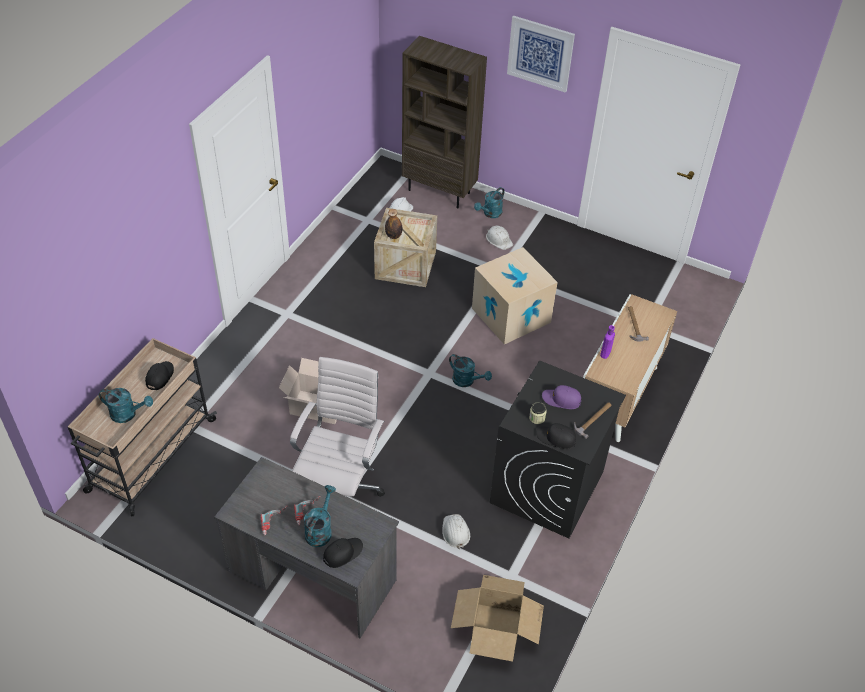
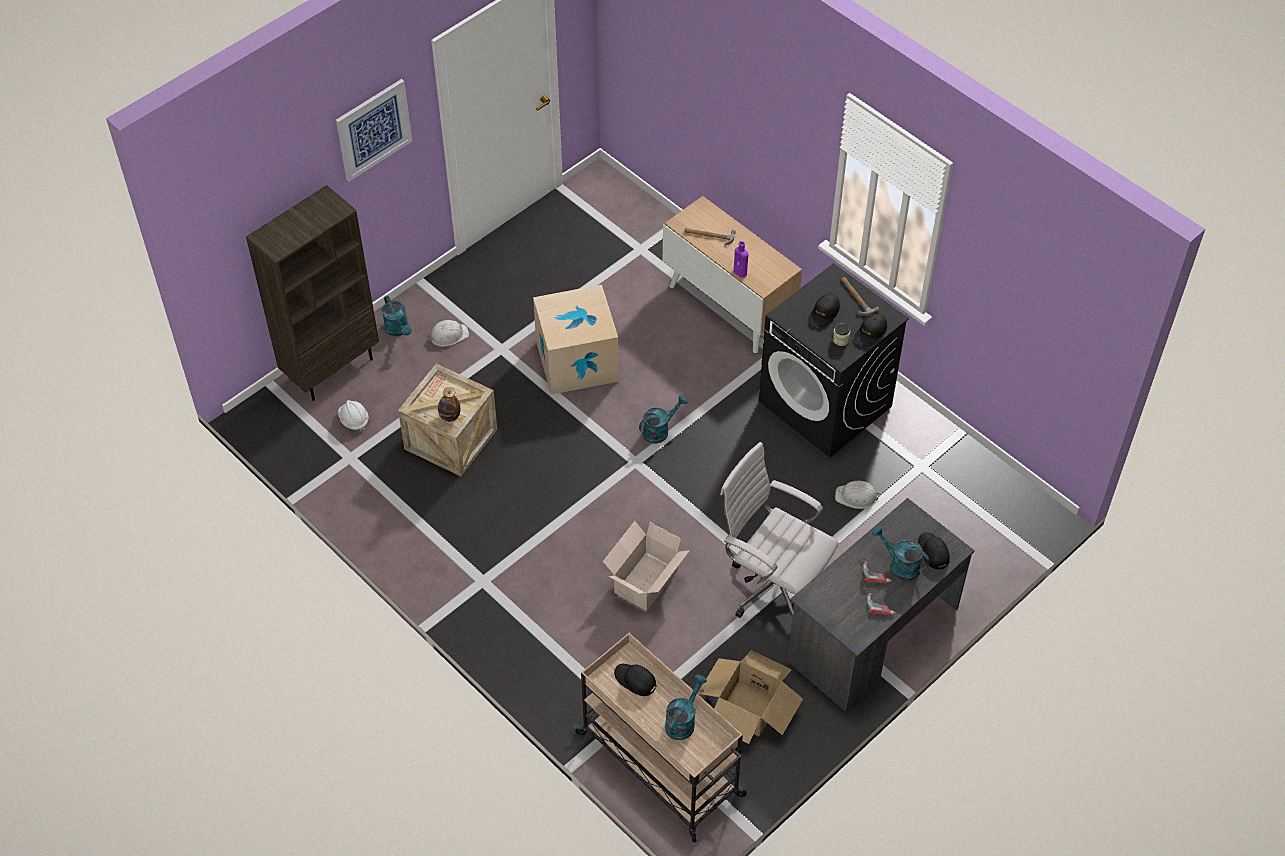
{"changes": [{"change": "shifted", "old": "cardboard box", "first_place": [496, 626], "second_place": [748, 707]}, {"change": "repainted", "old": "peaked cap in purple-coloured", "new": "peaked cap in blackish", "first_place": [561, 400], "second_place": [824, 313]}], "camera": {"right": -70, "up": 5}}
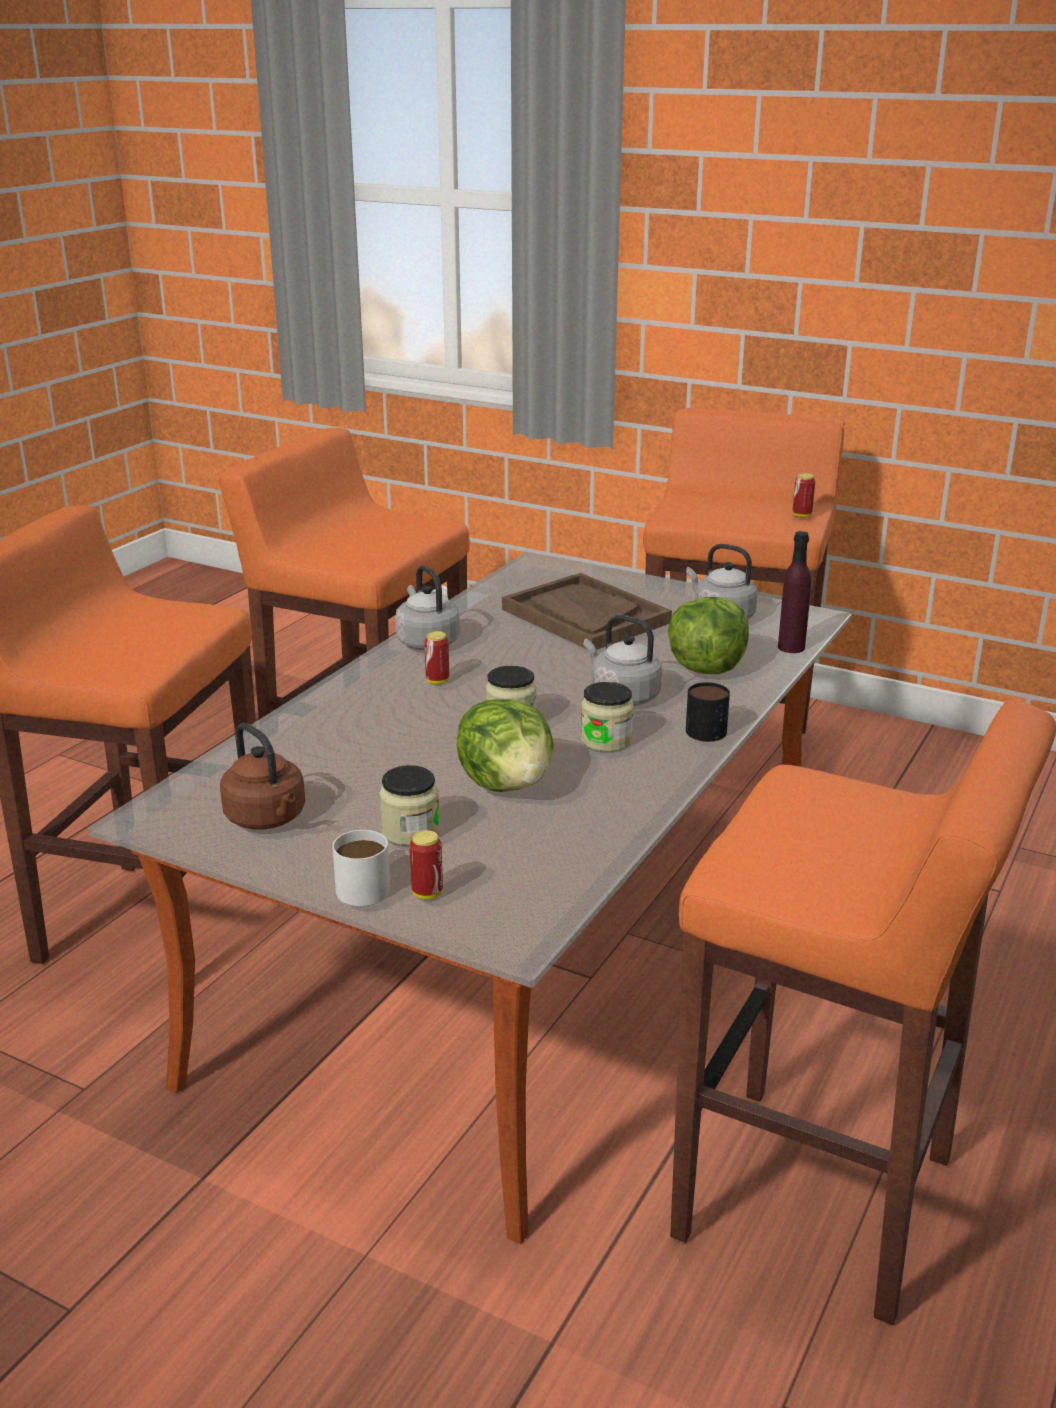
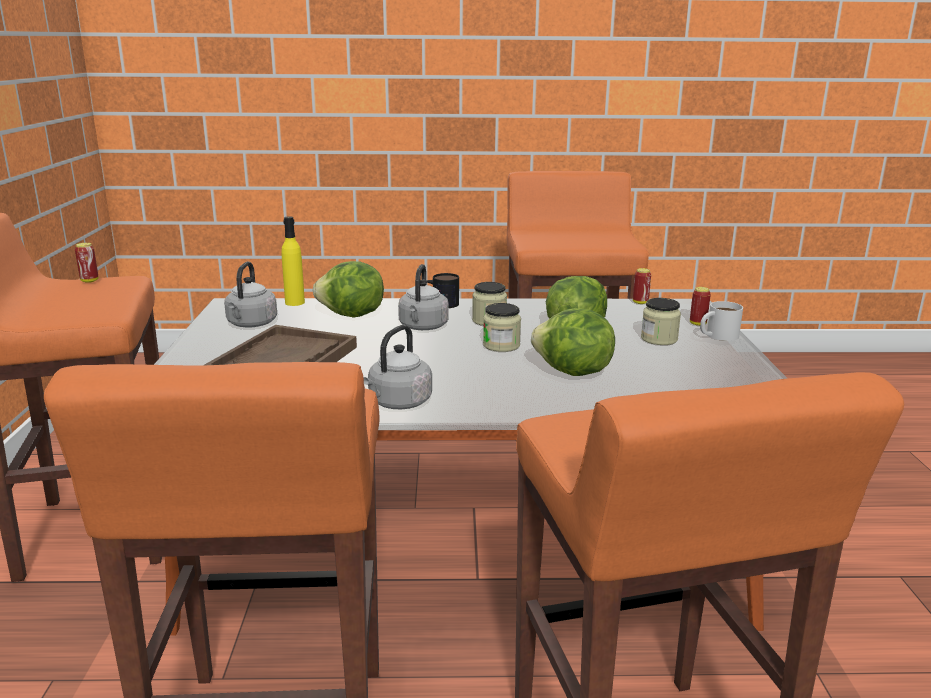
{"changes": [{"change": "gone", "old": "kettle in brown", "first_place": [268, 819]}, {"change": "new", "new": "lettuce", "second_place": [572, 373]}, {"change": "shifted", "old": "sealed can", "first_place": [437, 681], "second_place": [640, 302]}, {"change": "repainted", "old": "beverage bottle in purple-coloured", "new": "beverage bottle in yellow-coloured", "first_place": [791, 647], "second_place": [295, 302]}], "camera": {"right": -120, "up": -5}}
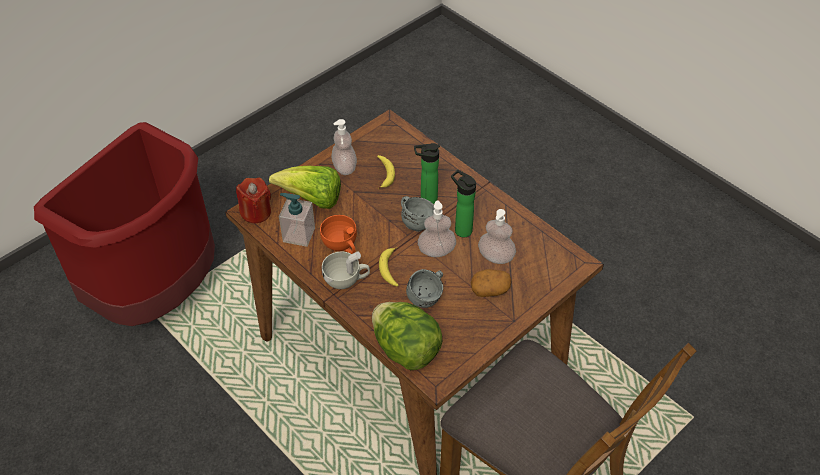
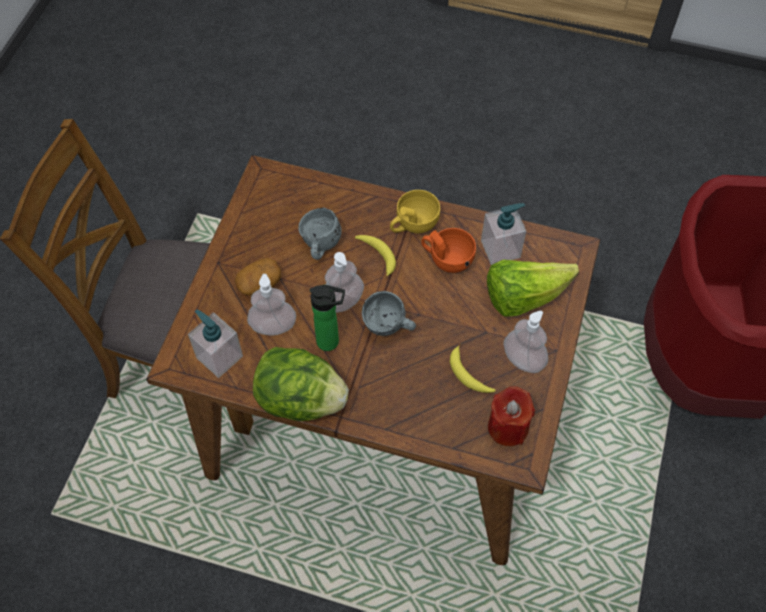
{"changes": [{"change": "gone", "old": "beverage bottle", "first_place": [426, 199]}, {"change": "new", "new": "soap bottle", "second_place": [219, 357]}, {"change": "shifted", "old": "wax candle in reddish", "first_place": [256, 212], "second_place": [507, 427]}, {"change": "shifted", "old": "lettuce", "first_place": [406, 349], "second_place": [300, 399]}, {"change": "repainted", "old": "cup in white", "new": "cup in yellow-coloured", "first_place": [346, 280], "second_place": [413, 225]}], "camera": {"right": 150, "up": 10}}
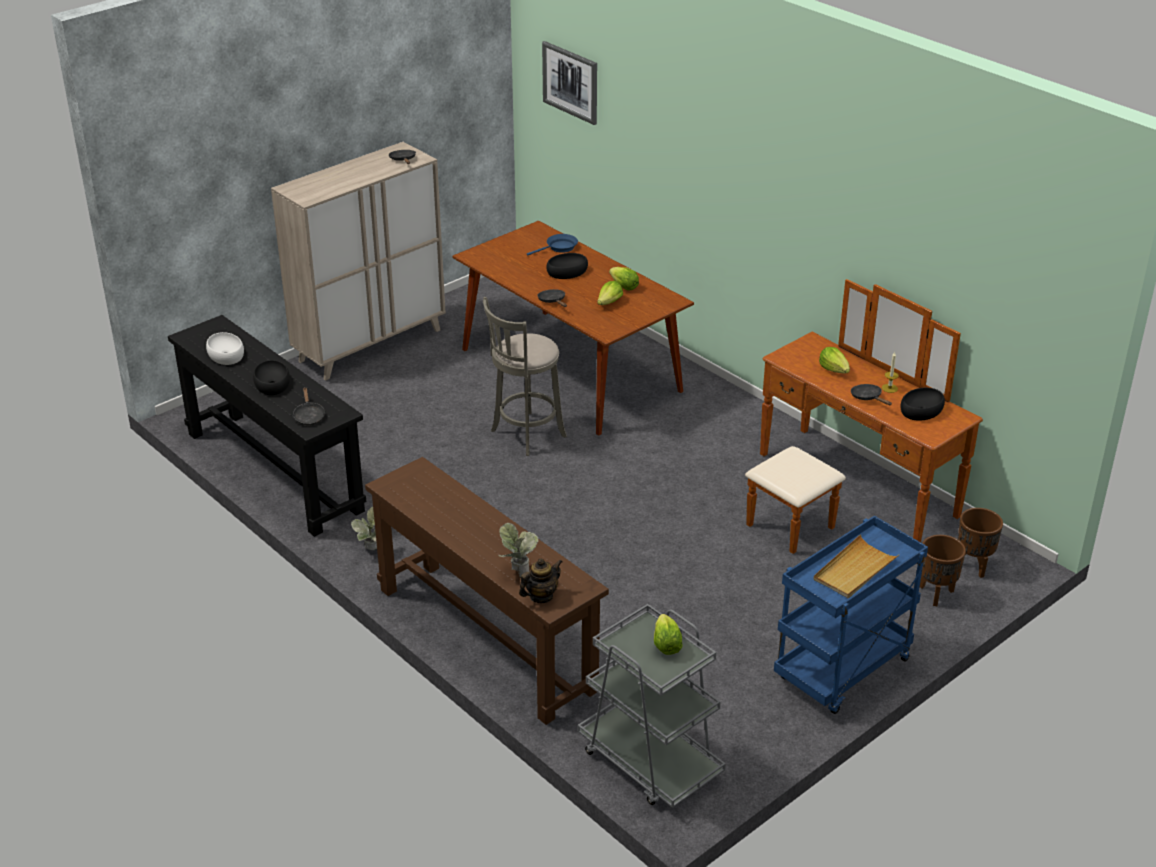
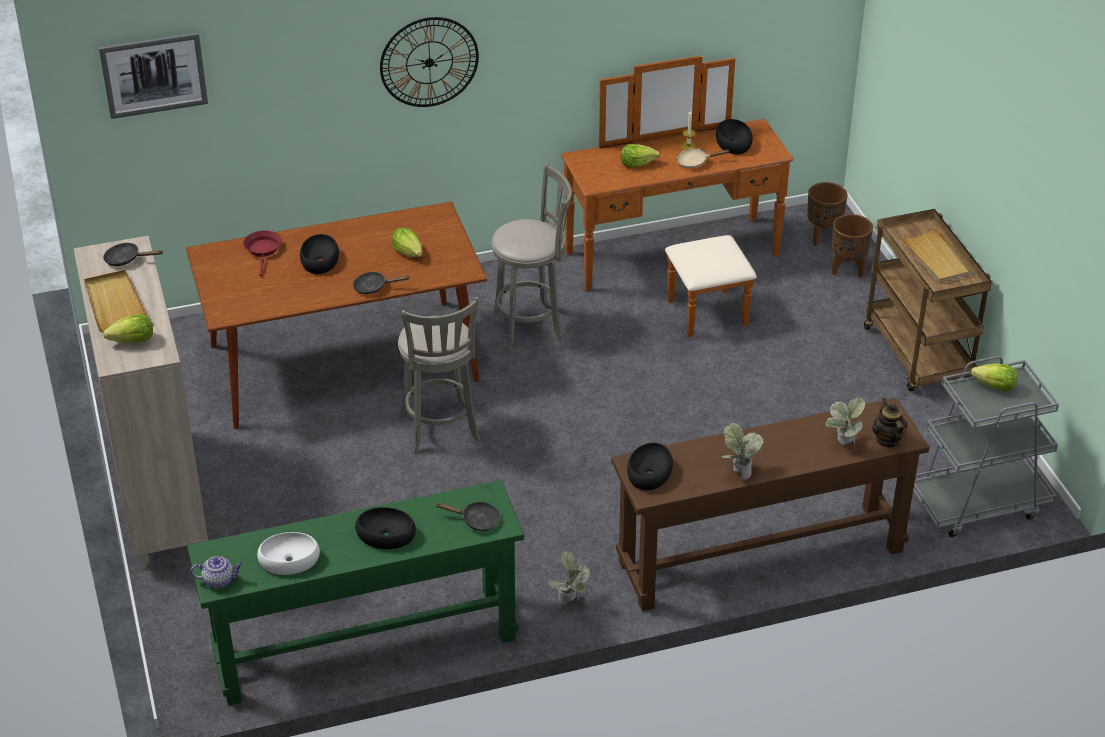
{"changes": [{"change": "new", "new": "serving tray in beige", "second_place": [115, 304]}, {"change": "new", "new": "teapot", "second_place": [219, 580]}, {"change": "new", "new": "clock on the wall", "second_place": [429, 62]}, {"change": "new", "new": "stool seat in grey", "second_place": [532, 326]}, {"change": "new", "new": "deep dish in blackish", "second_place": [649, 472]}, {"change": "new", "new": "houseplant", "second_place": [738, 472]}, {"change": "shifted", "old": "lettuce", "first_place": [624, 287], "second_place": [133, 341]}, {"change": "repainted", "old": "narrow table in blackish", "new": "narrow table in green-coloured", "first_place": [274, 471], "second_place": [365, 645]}, {"change": "repainted", "old": "frying pan in blue", "new": "frying pan in reddish", "first_place": [559, 248], "second_place": [263, 250]}, {"change": "repainted", "old": "trolley in blue", "new": "trolley in brown", "first_place": [842, 672], "second_place": [919, 356]}, {"change": "repainted", "old": "frying pan in blackish", "new": "frying pan in beige", "first_place": [868, 398], "second_place": [695, 162]}], "camera": {"right": -65, "up": 5}}
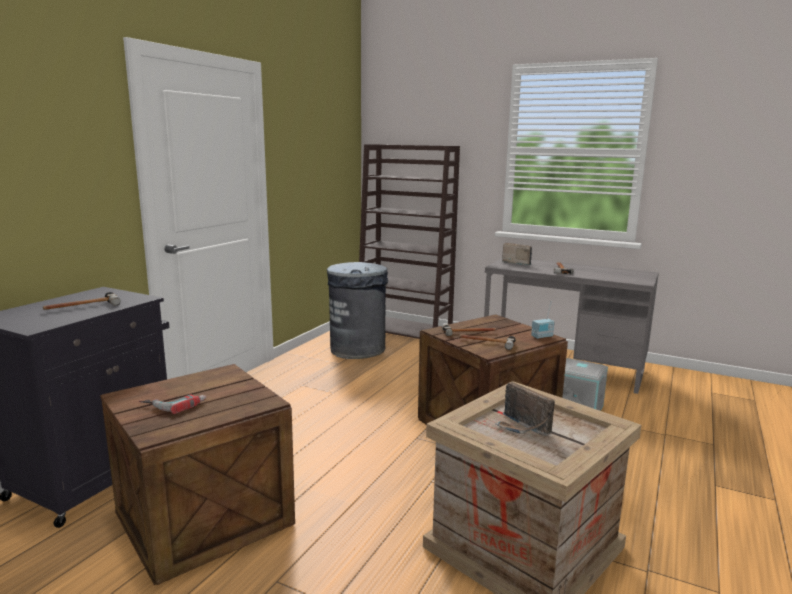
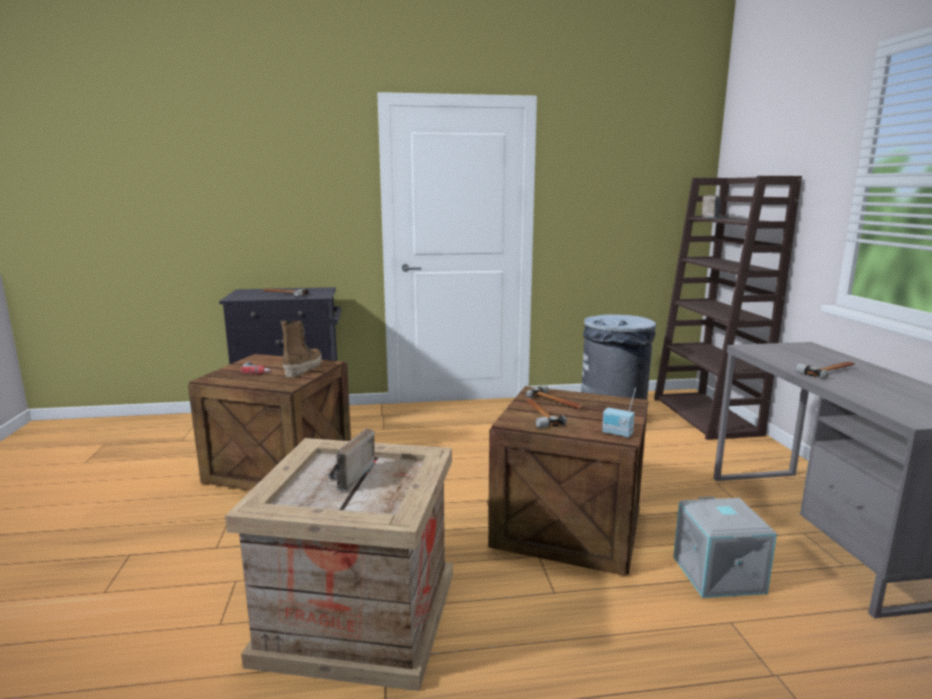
{"changes": [{"change": "new", "new": "high-top boot", "second_place": [303, 369]}, {"change": "shifted", "old": "radio set", "first_place": [517, 263], "second_place": [714, 218]}], "camera": {"right": 55, "up": 0}}
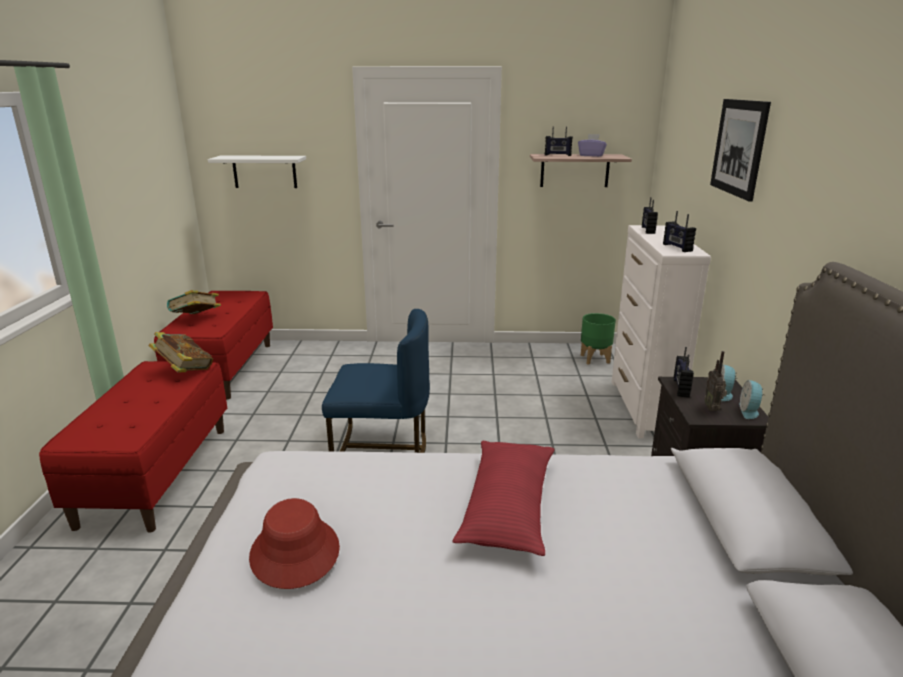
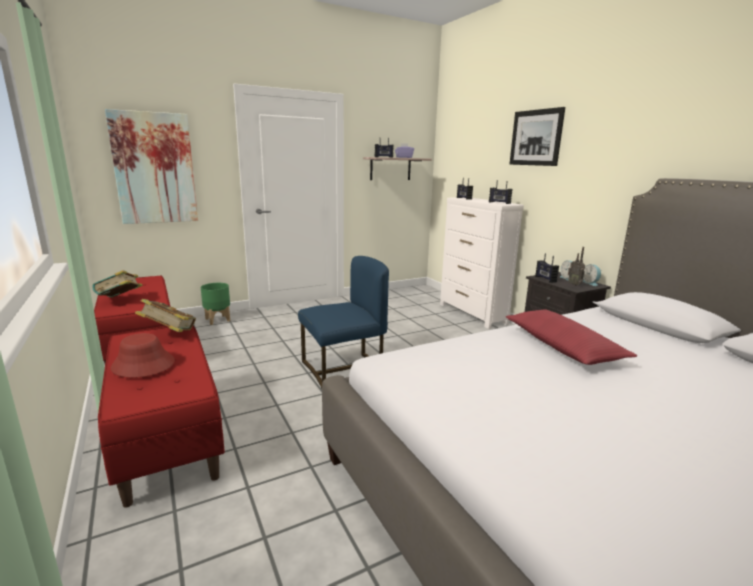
{"changes": [{"change": "shifted", "old": "clothing hat in reddish", "first_place": [294, 552], "second_place": [143, 365]}, {"change": "shifted", "old": "planter in green-coloured", "first_place": [595, 359], "second_place": [218, 320]}, {"change": "swapped", "old": "bracket shelf in white", "new": "wall picture", "first_place": [264, 171], "second_place": [154, 168]}], "camera": {"right": -30, "up": -5}}
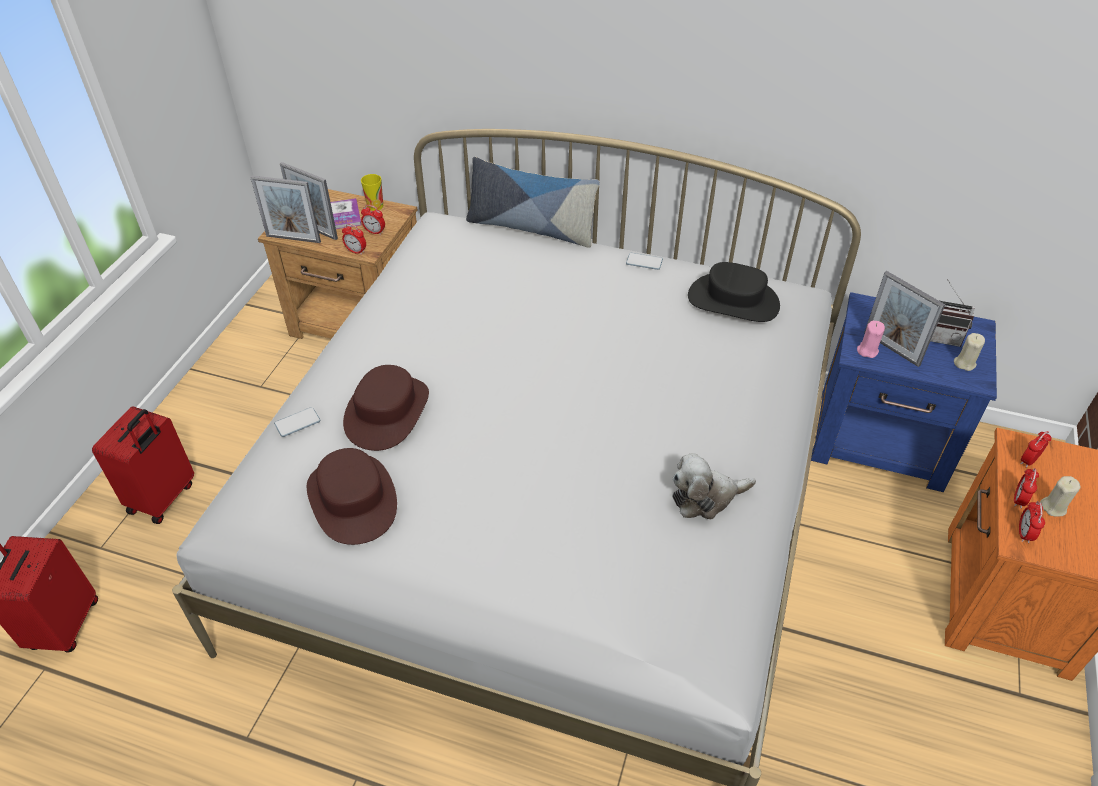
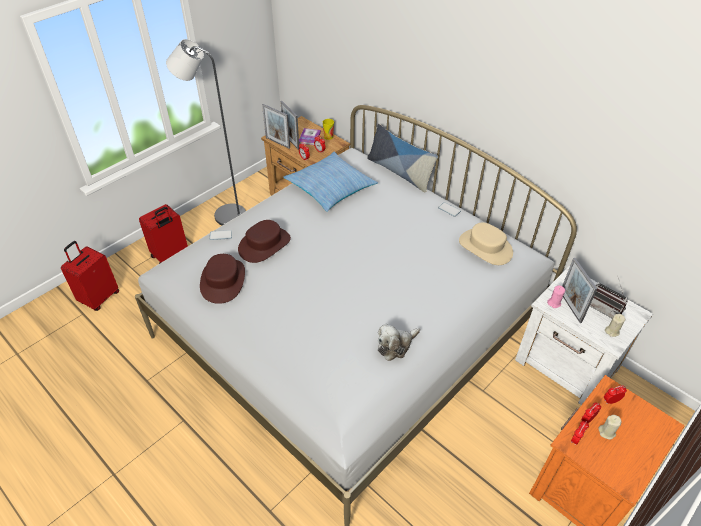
{"changes": [{"change": "new", "new": "floor lamp in grey", "second_place": [224, 215]}, {"change": "new", "new": "pillow", "second_place": [330, 187]}, {"change": "repainted", "old": "clothing hat in blackish", "new": "clothing hat in beige", "first_place": [733, 300], "second_place": [485, 247]}, {"change": "repainted", "old": "nightstand in blue", "new": "nightstand in white", "first_place": [881, 441], "second_place": [567, 365]}, {"change": "rotated", "old": "soft toy", "first_place": [706, 497], "second_place": [396, 346], "degrees": -45}], "camera": {"right": 25, "up": 0}}
